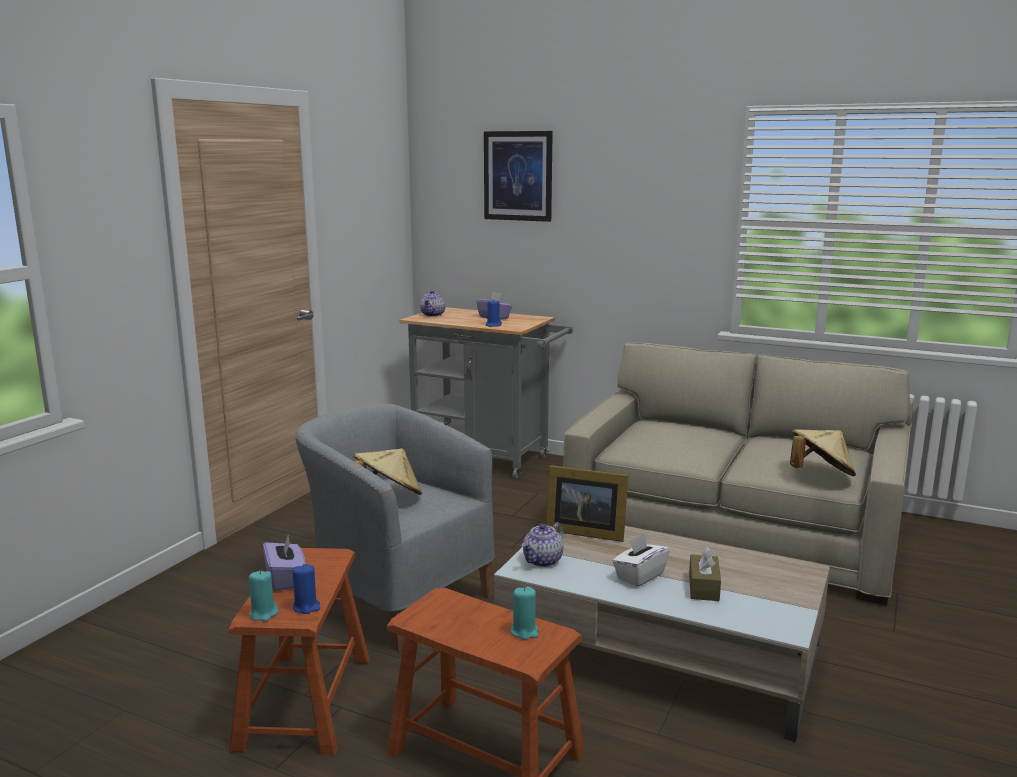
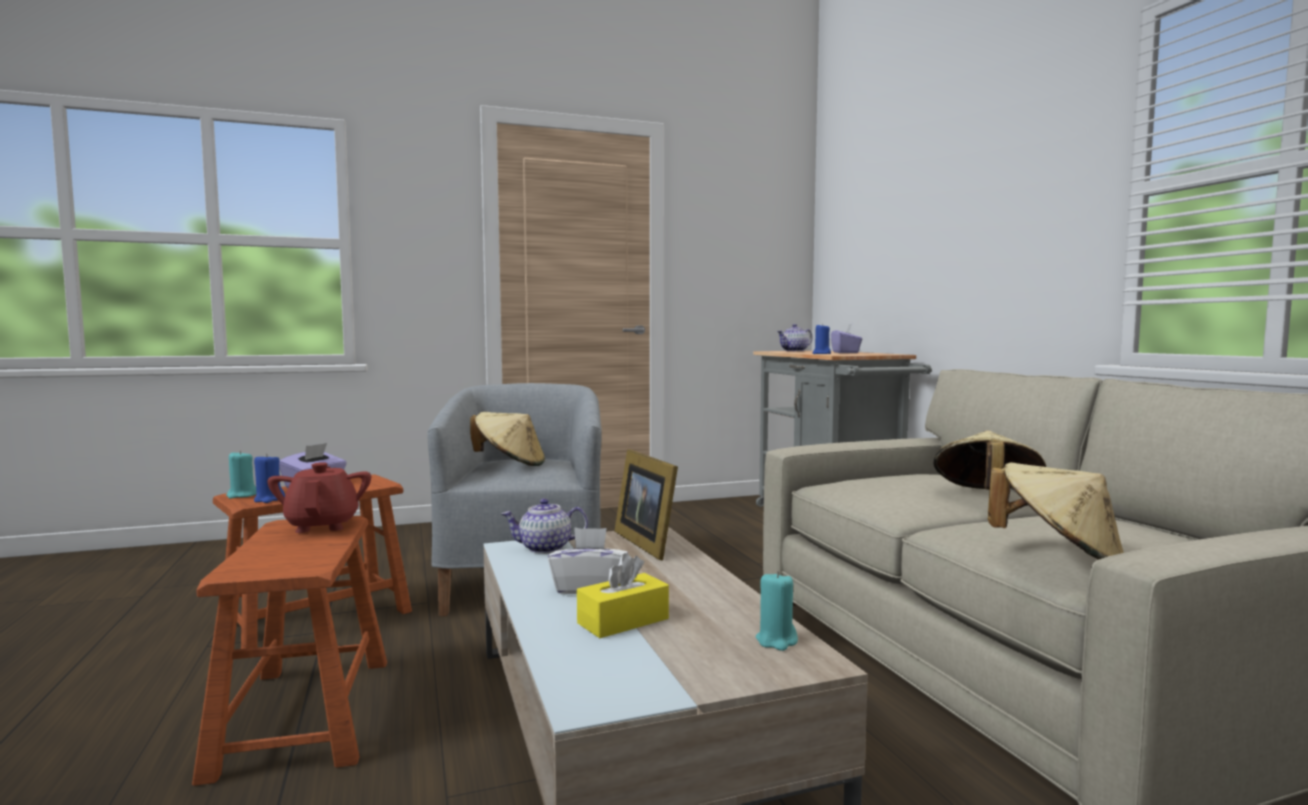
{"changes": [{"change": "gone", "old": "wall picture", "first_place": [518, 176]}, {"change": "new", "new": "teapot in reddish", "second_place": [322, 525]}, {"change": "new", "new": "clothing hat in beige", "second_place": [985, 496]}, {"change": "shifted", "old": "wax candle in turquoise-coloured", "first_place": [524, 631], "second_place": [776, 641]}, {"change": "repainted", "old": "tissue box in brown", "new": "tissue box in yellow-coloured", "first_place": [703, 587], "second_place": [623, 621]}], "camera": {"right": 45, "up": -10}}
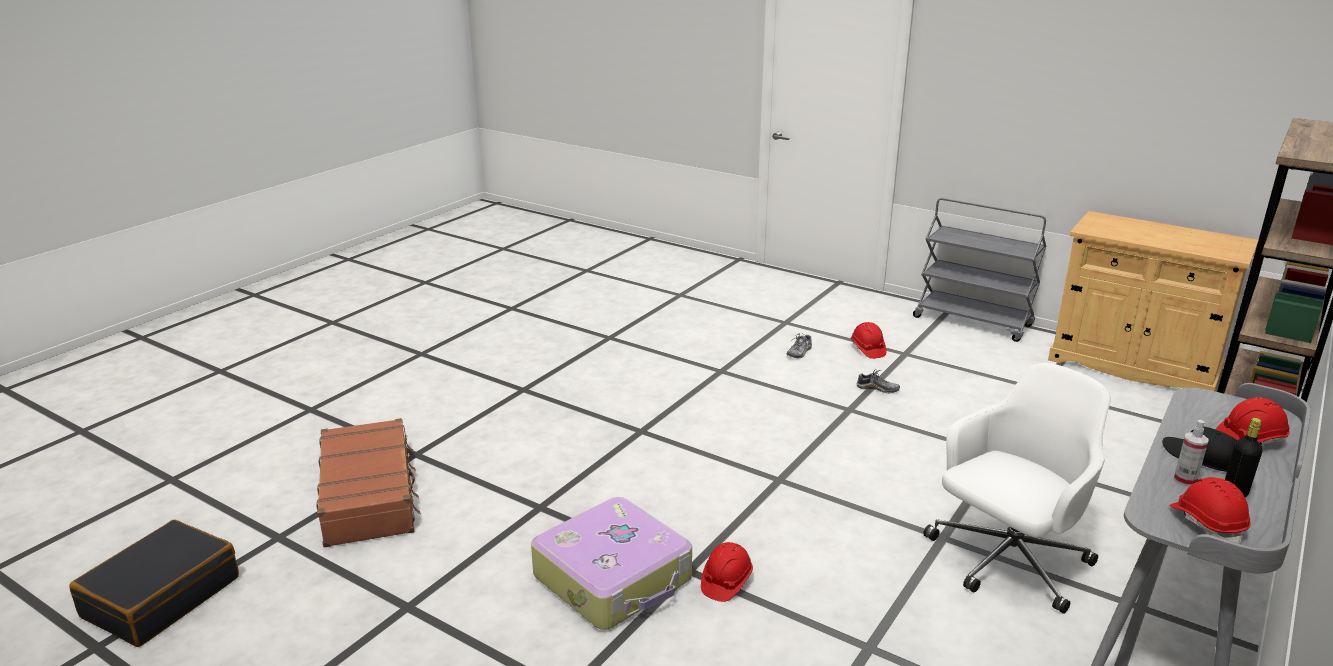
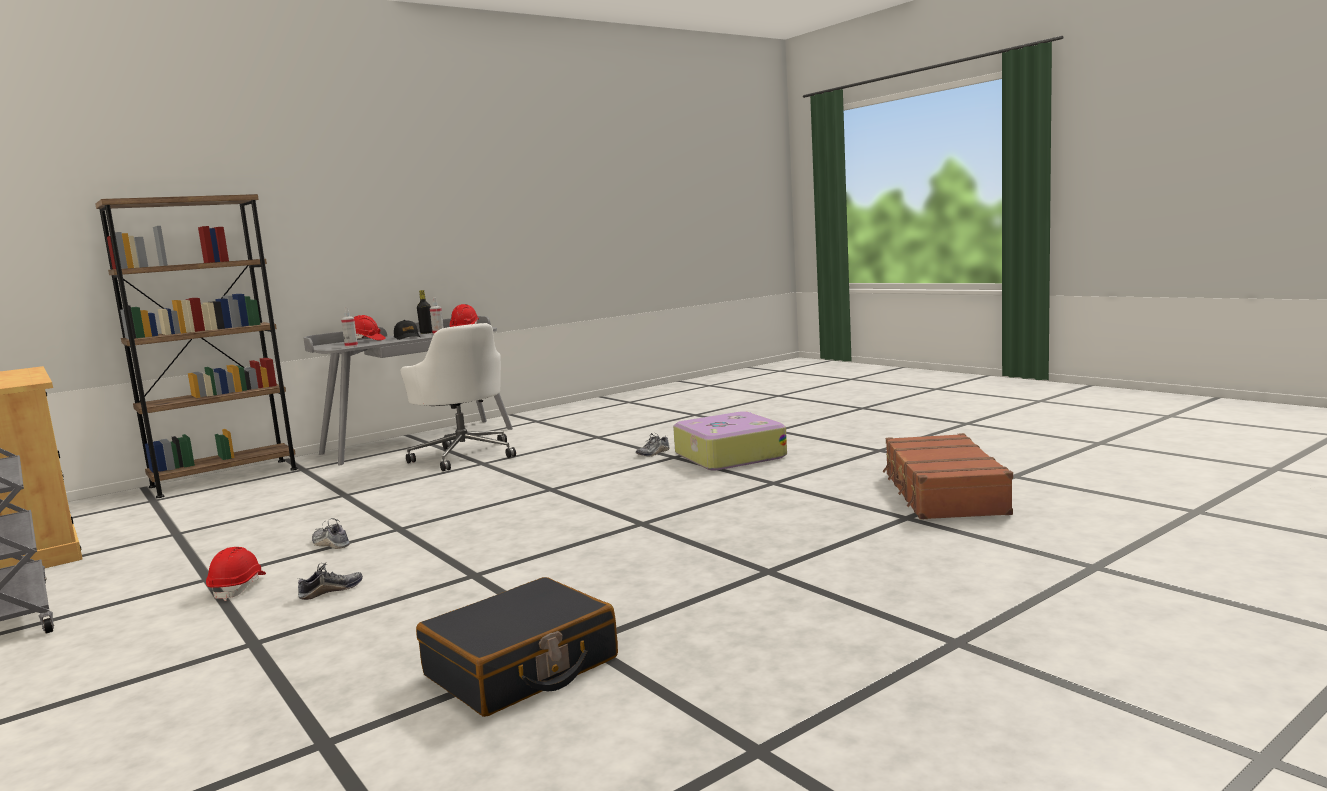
{"changes": [{"change": "new", "new": "spray bottle", "second_place": [351, 346]}, {"change": "shifted", "old": "travel case in blackish", "first_place": [161, 596], "second_place": [522, 668]}, {"change": "swapped", "old": "safety helmet in reddish", "new": "low shoe", "first_place": [726, 582], "second_place": [653, 453]}, {"change": "rotated", "old": "computer chair in white", "first_place": [1007, 562], "second_place": [464, 455], "degrees": -105}], "camera": {"right": -160, "up": -15}}
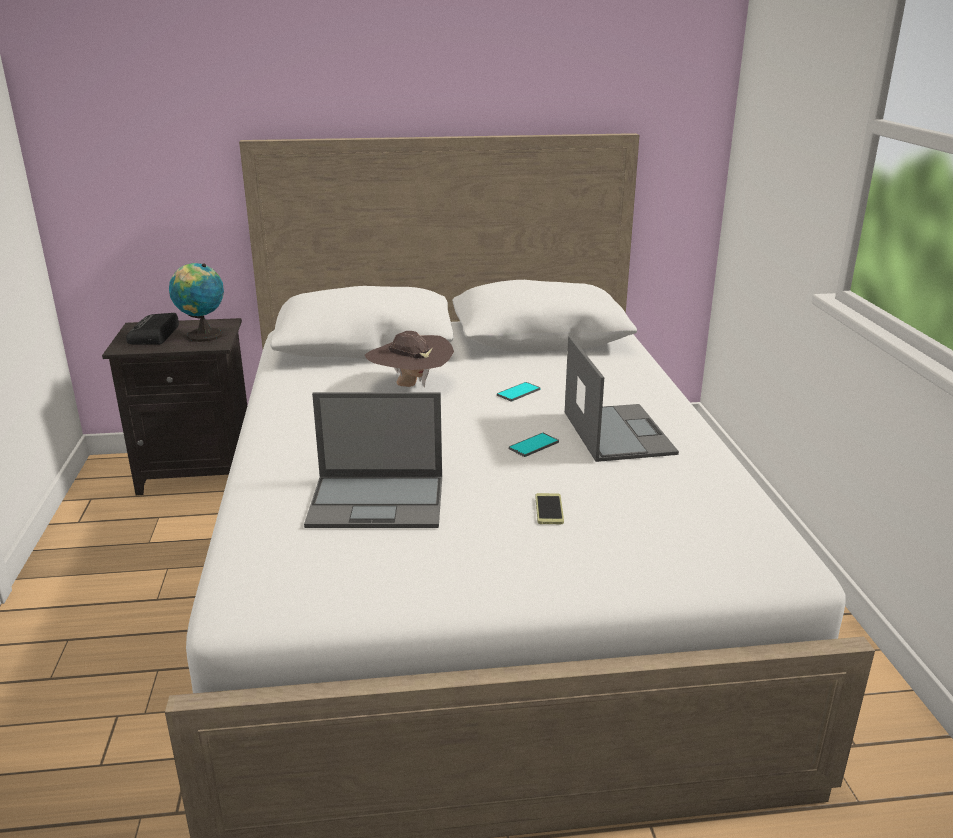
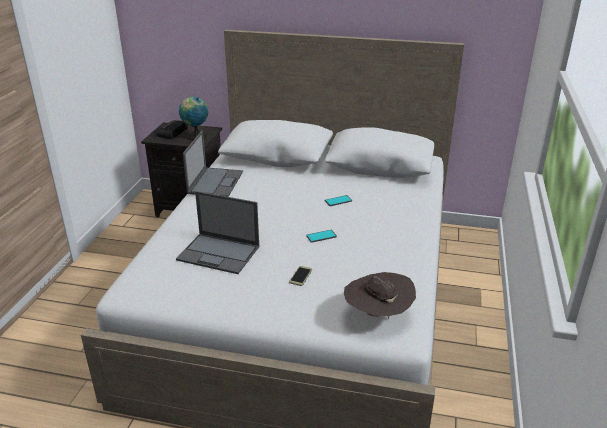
{"changes": [{"change": "shifted", "old": "clothing hat in brown", "first_place": [410, 386], "second_place": [377, 315]}, {"change": "shifted", "old": "laptop", "first_place": [617, 432], "second_place": [215, 182]}], "camera": {"right": 20, "up": 5}}
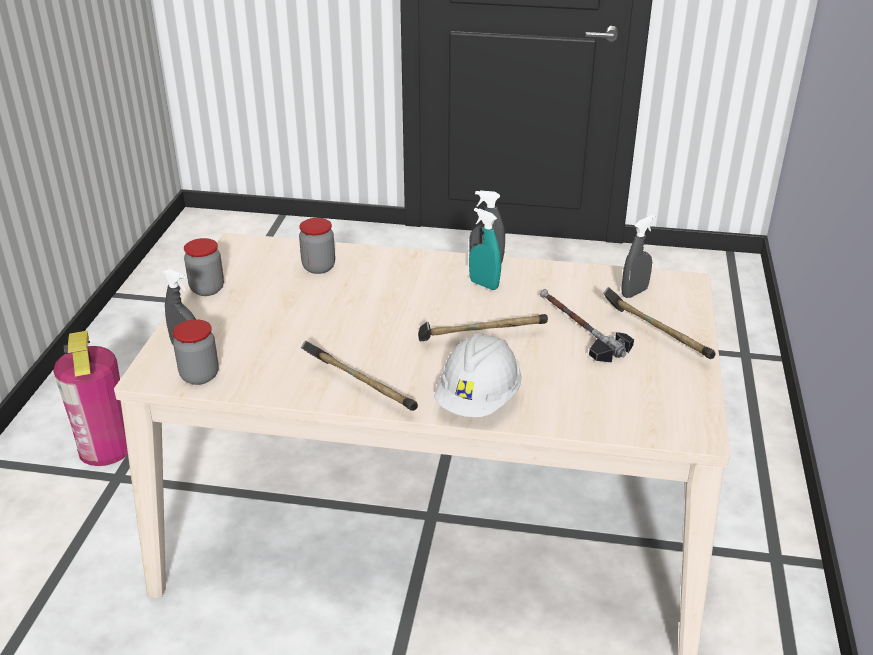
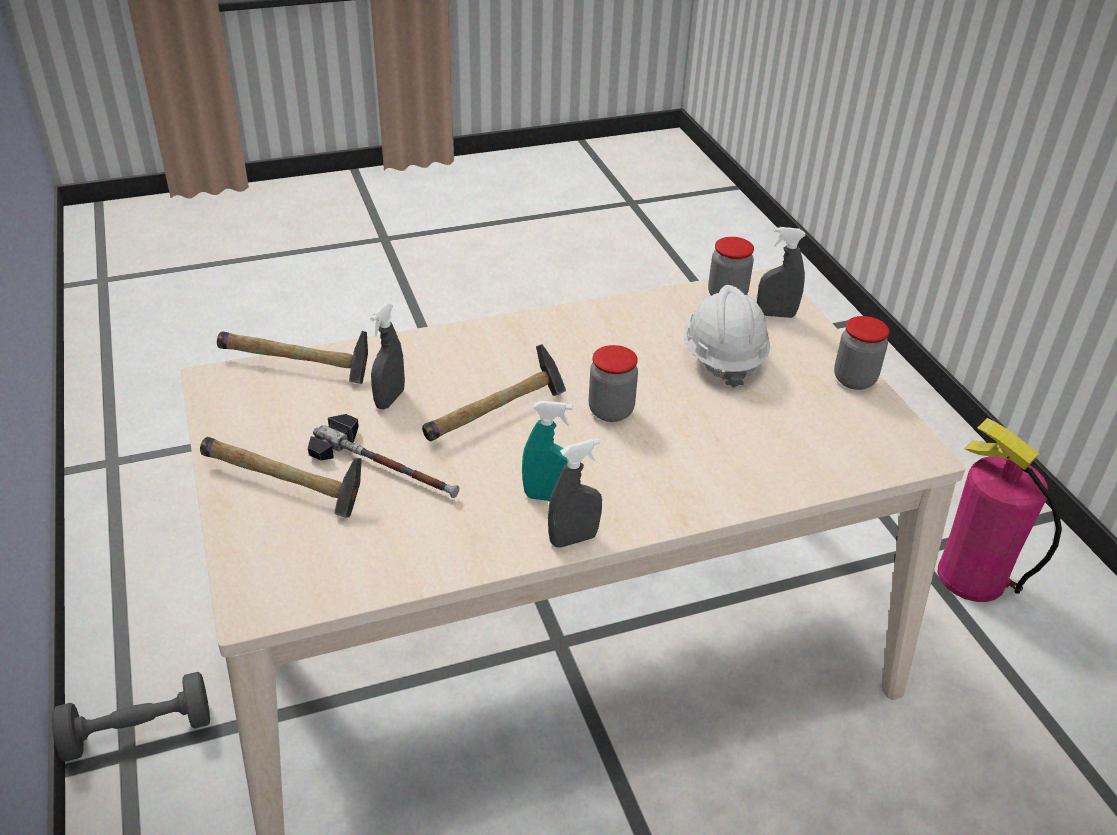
{"changes": [{"change": "new", "new": "dumbbell in grey", "second_place": [139, 731]}, {"change": "shifted", "old": "jar", "first_place": [318, 267], "second_place": [611, 411]}, {"change": "shifted", "old": "hand hammer", "first_place": [359, 389], "second_place": [298, 367]}, {"change": "shifted", "old": "safety helmet in white", "first_place": [478, 400], "second_place": [723, 357]}, {"change": "shifted", "old": "spray bottle in grey", "first_place": [634, 292], "second_place": [390, 399]}], "camera": {"right": 150, "up": 5}}
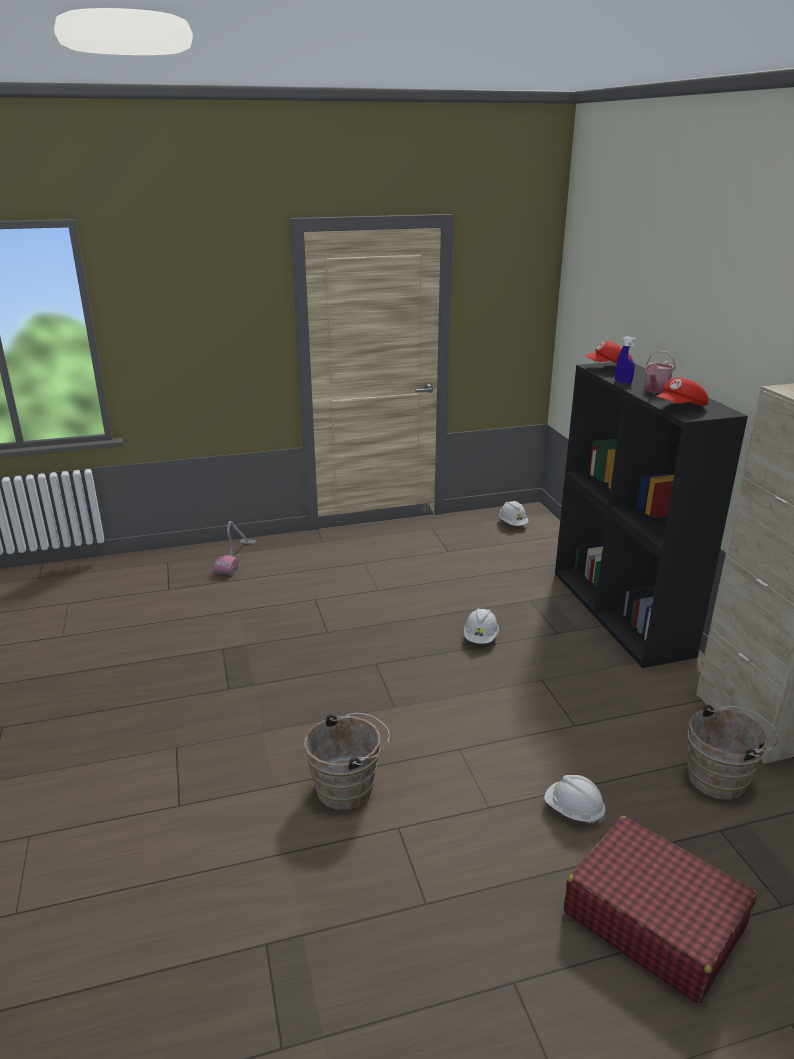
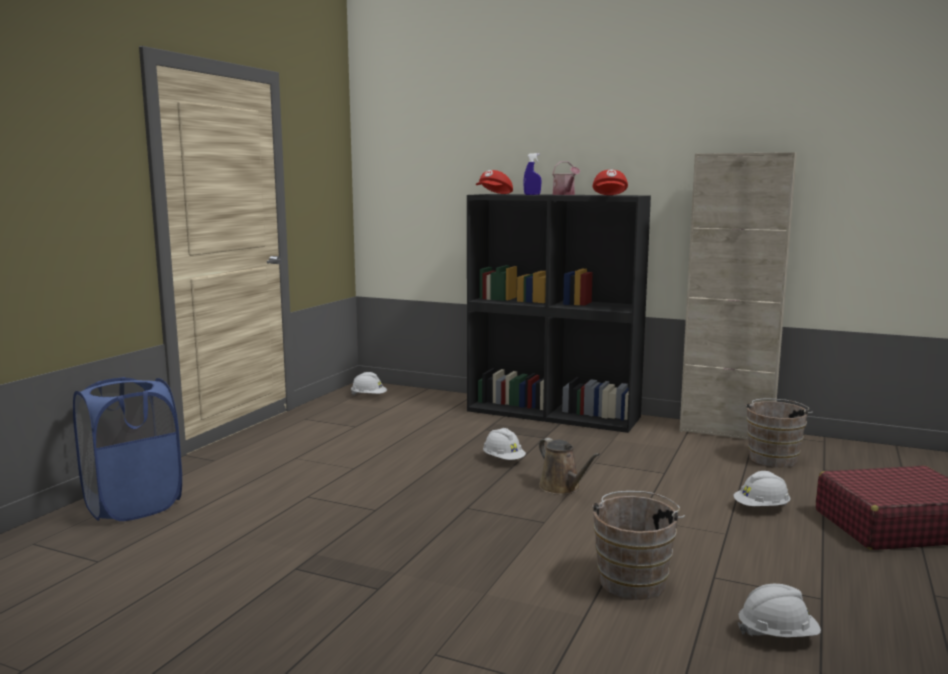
{"changes": [{"change": "new", "new": "sprinkling can in brown", "second_place": [562, 488]}, {"change": "new", "new": "safety helmet in white", "second_place": [777, 635]}, {"change": "swapped", "old": "vacuum", "new": "washing basket in blue", "first_place": [236, 558], "second_place": [133, 505]}], "camera": {"right": -50, "up": -15}}
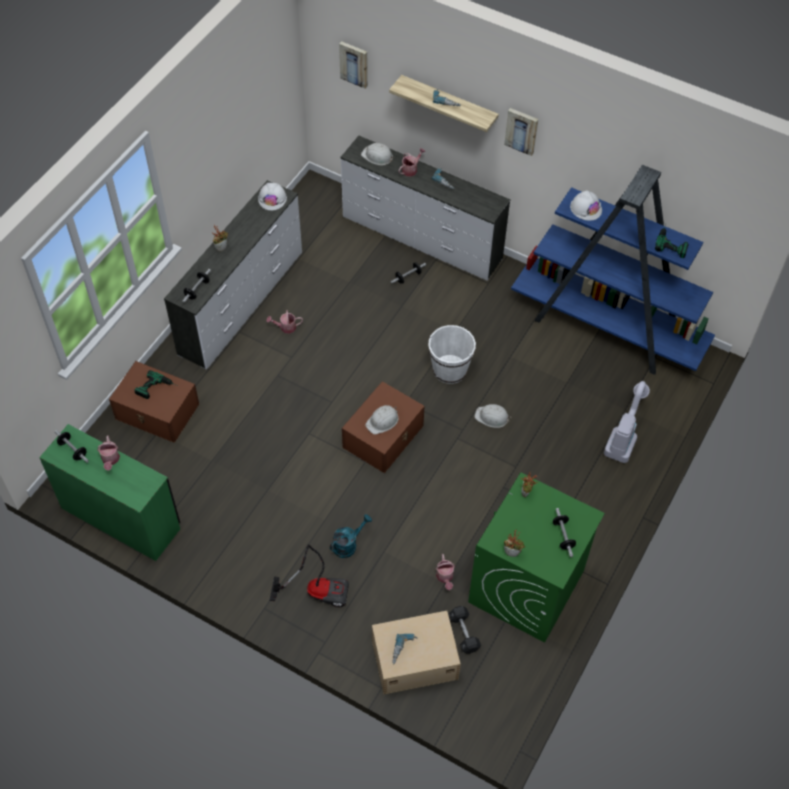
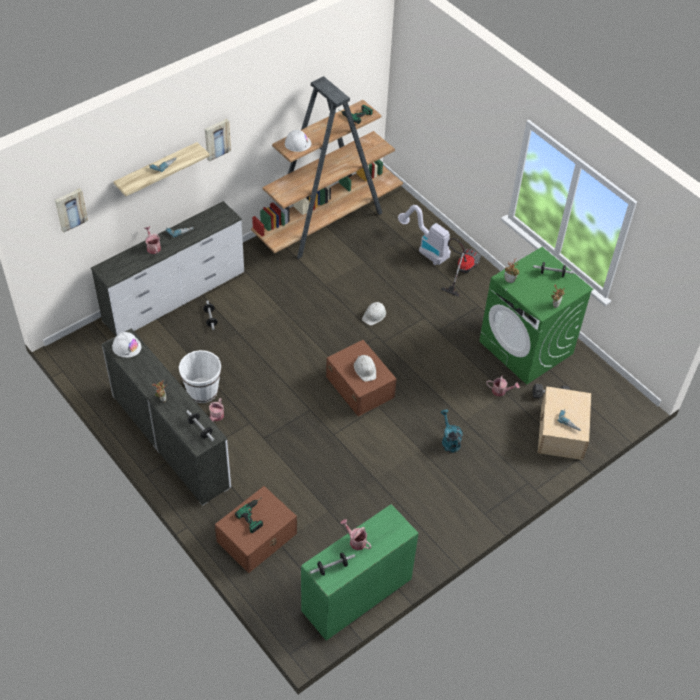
{"changes": [{"change": "gone", "old": "safety helmet in white", "first_place": [377, 156]}, {"change": "shifted", "old": "vacuum", "first_place": [317, 591], "second_place": [461, 270]}, {"change": "shifted", "old": "bucket in white", "first_place": [450, 370], "second_place": [202, 391]}, {"change": "repainted", "old": "bookcase in blue", "new": "bookcase in brown", "first_place": [608, 328], "second_place": [328, 221]}, {"change": "rotated", "old": "sprinkling can", "first_place": [110, 460], "second_place": [355, 541], "degrees": -150}], "camera": {"right": -70, "up": -5}}
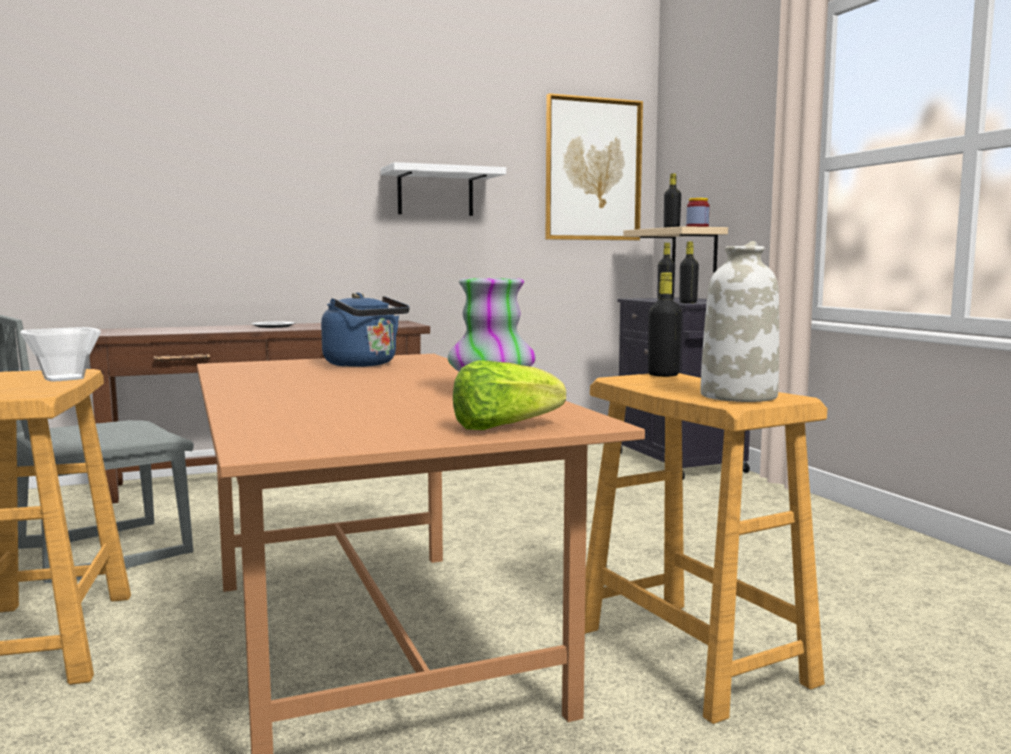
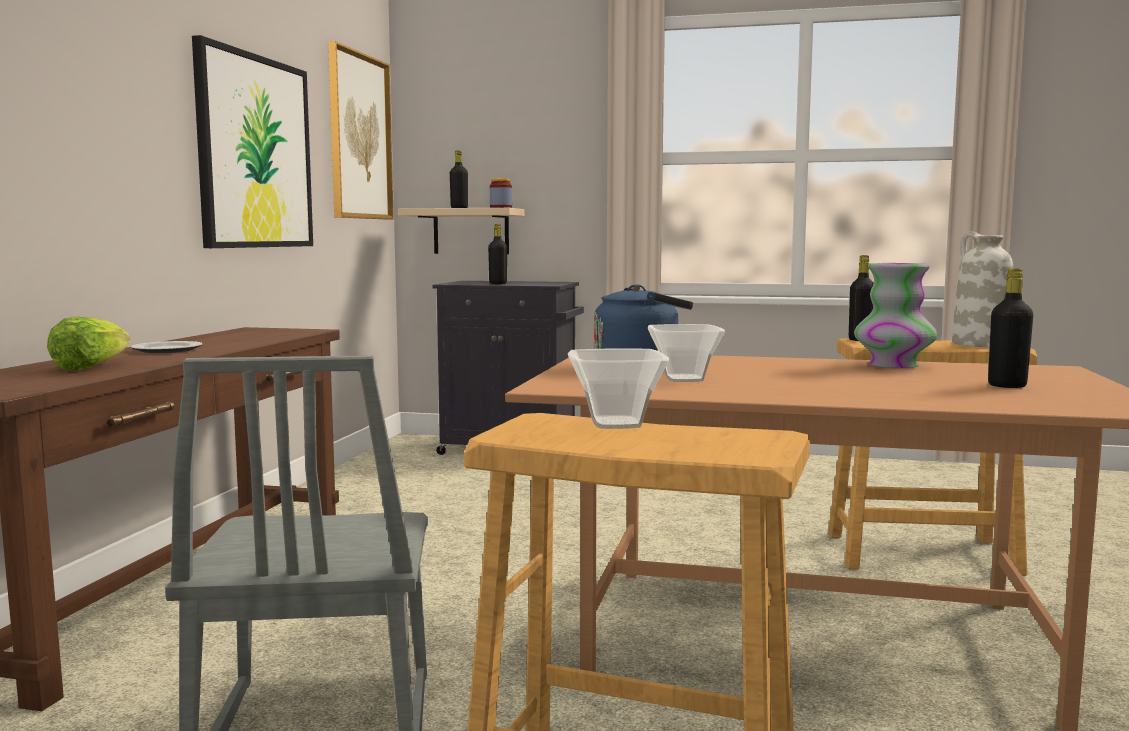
{"changes": [{"change": "new", "new": "deep dish", "second_place": [683, 379]}, {"change": "shifted", "old": "lettuce", "first_place": [503, 427], "second_place": [90, 367]}, {"change": "shifted", "old": "beverage bottle in blackish", "first_place": [688, 302], "second_place": [1007, 386]}, {"change": "swapped", "old": "bracket shelf in white", "new": "wall picture", "first_place": [435, 192], "second_place": [255, 152]}], "camera": {"right": -55, "up": 0}}
